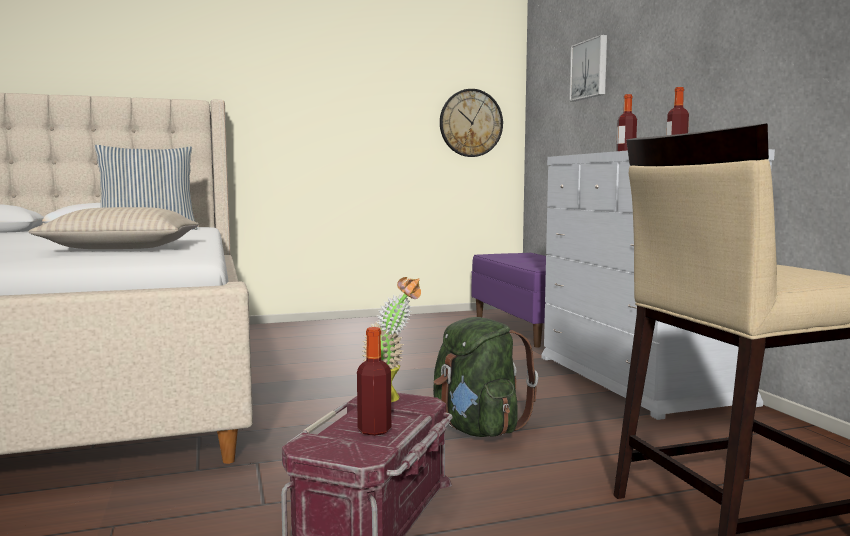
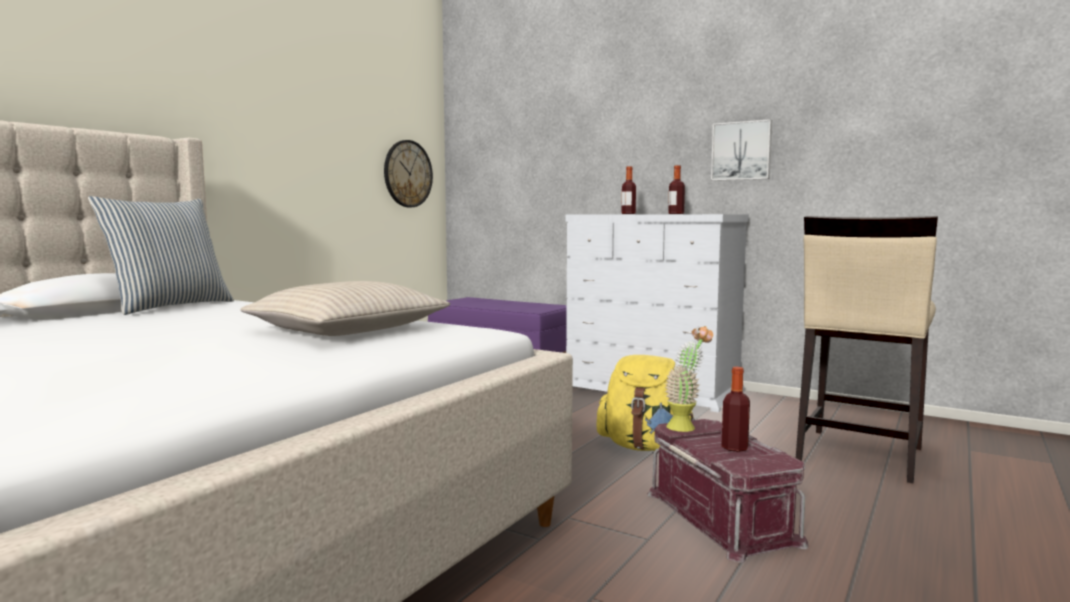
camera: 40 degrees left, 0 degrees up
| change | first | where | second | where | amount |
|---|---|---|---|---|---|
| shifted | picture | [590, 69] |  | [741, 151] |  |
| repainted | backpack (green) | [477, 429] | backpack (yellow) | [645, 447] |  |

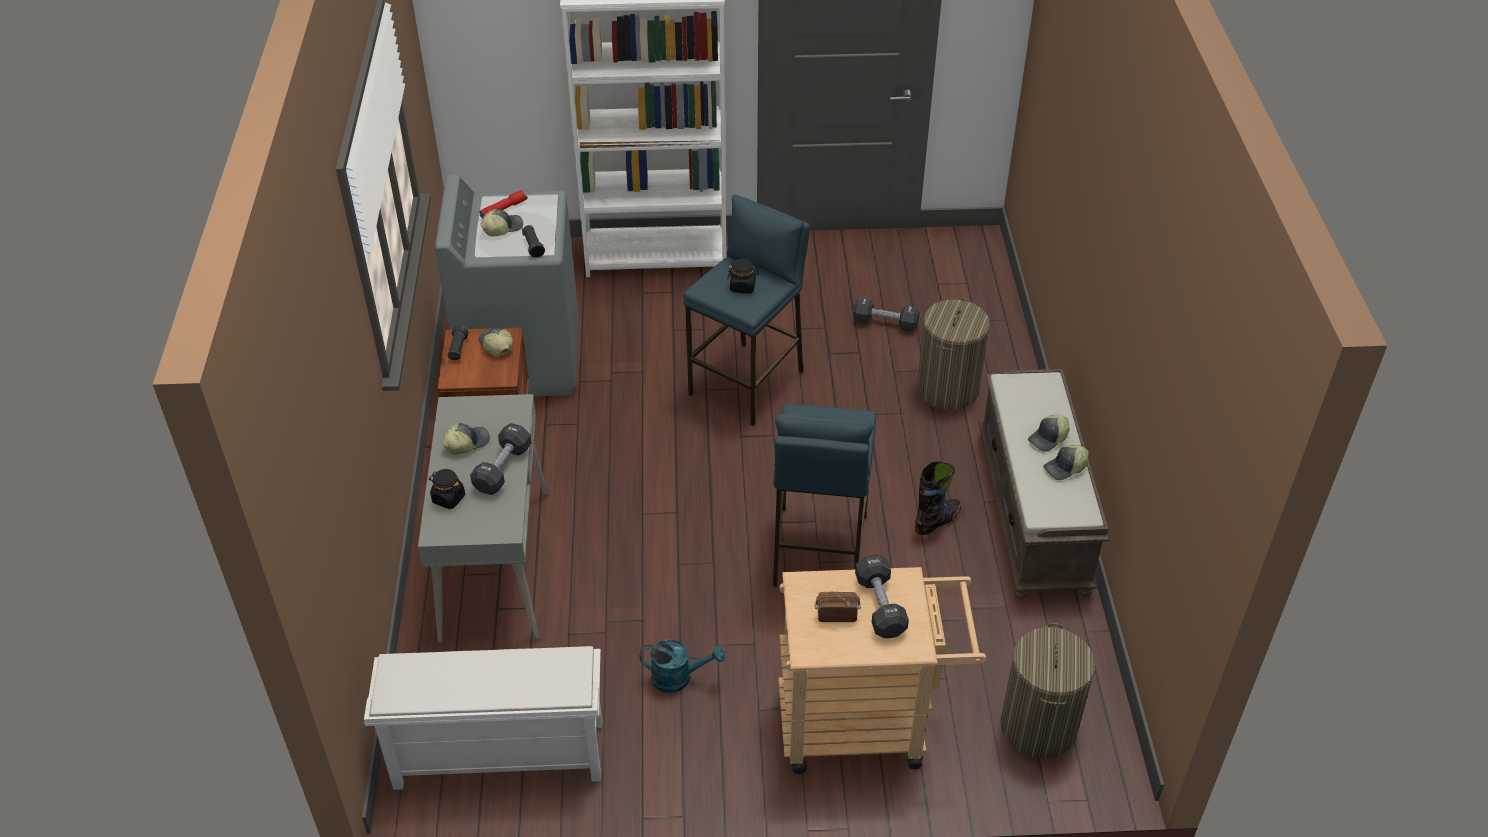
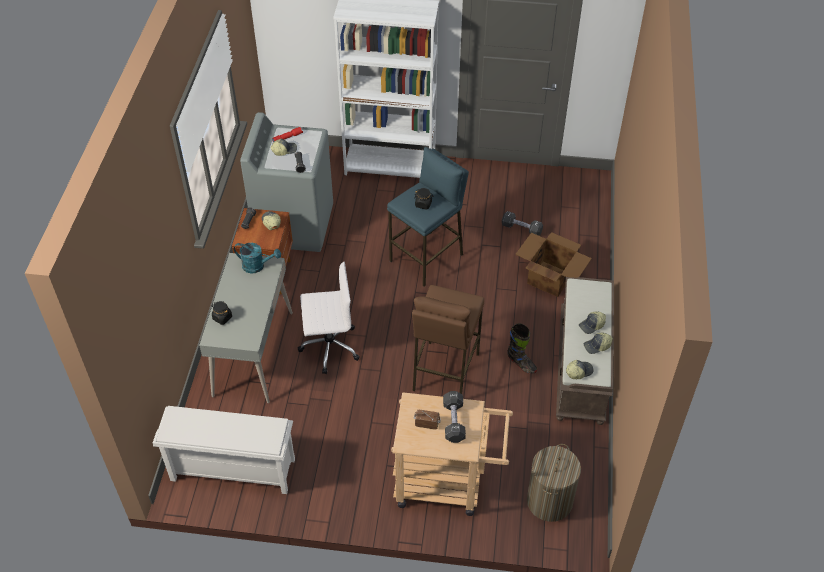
camera: 10 degrees right, 5 degrees up
| change | first | where | second | where | amount |
|---|---|---|---|---|---|
| swapped | laundry basket | [947, 389] | cardboard box | [549, 278] |  |
| repainted | stool (blue) | [818, 550] | stool (brown) | [444, 372] |  |
| shifted | cap | [466, 443] |  | [578, 371] |  |
| gone | dumbbell (black) | [502, 469] |  |  |  |
| rotated | boot (black) | [937, 521] |  | [521, 363] | 75 degrees clockwise |
| shifted | watering can (turquoise) | [678, 678] |  | [257, 266] |  |
| new |  |  | office chair (white) | [329, 346] |  |

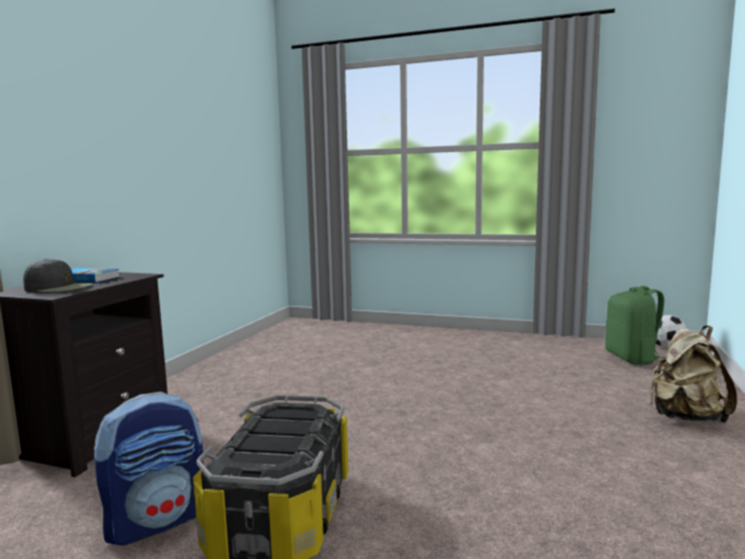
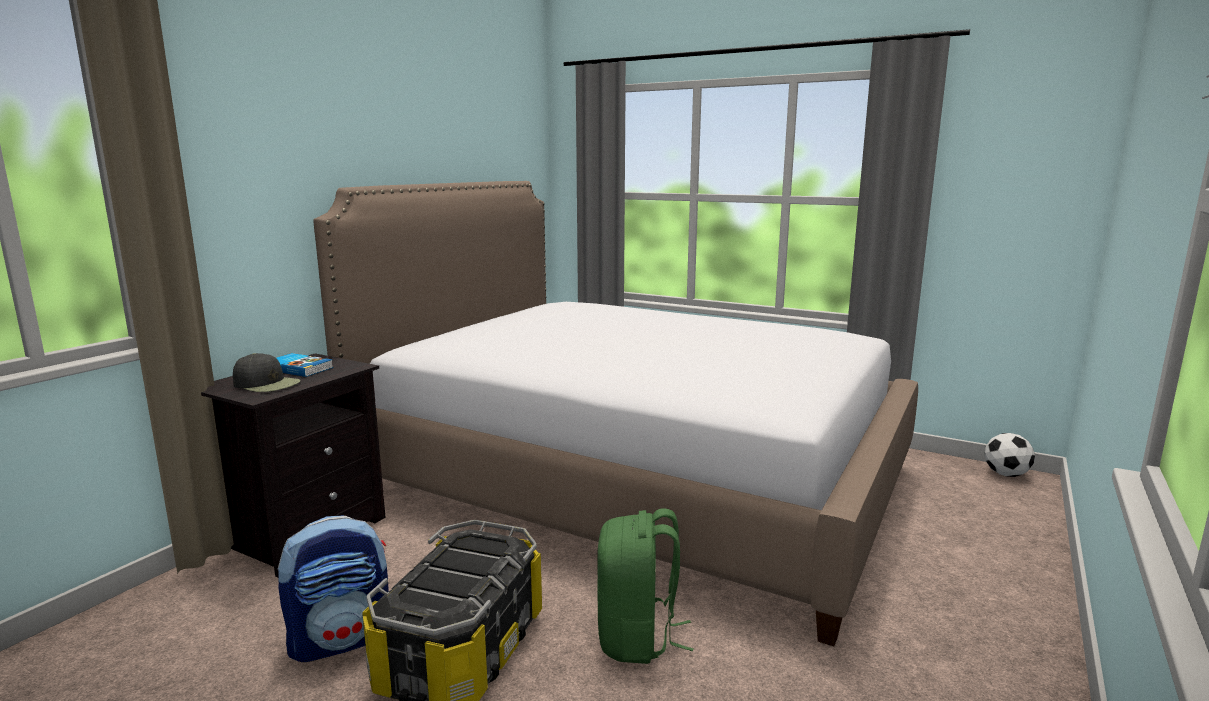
camera: 10 degrees right, 5 degrees up
| change | first | where | second | where | amount |
|---|---|---|---|---|---|
| shifted | backpack (green) | [632, 358] |  | [638, 638] |  |
| gone | backpack (beige) | [685, 417] |  |  |  |
| new |  |  | bed | [635, 479] |  |

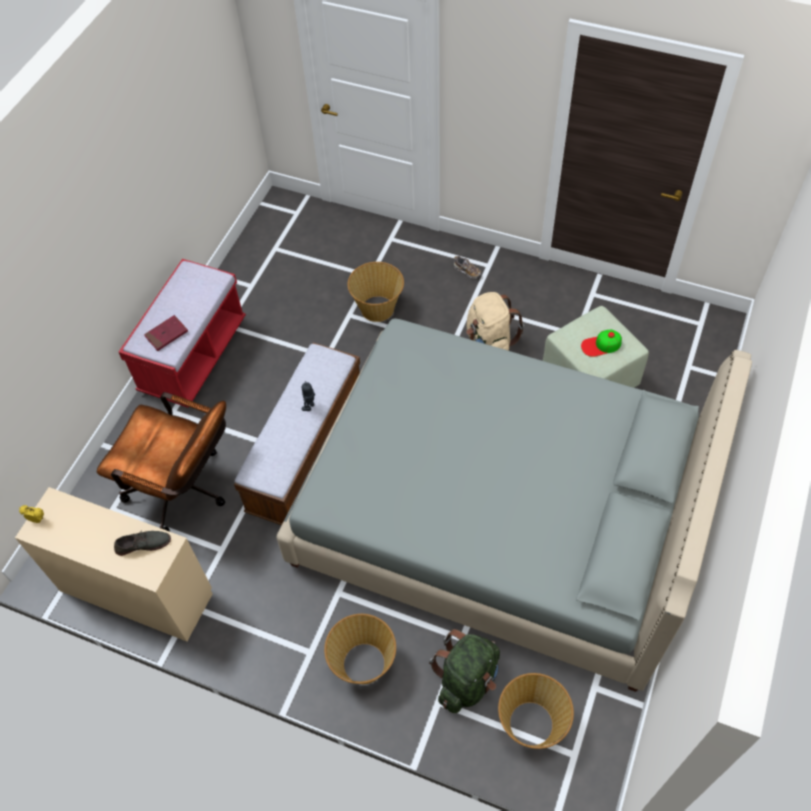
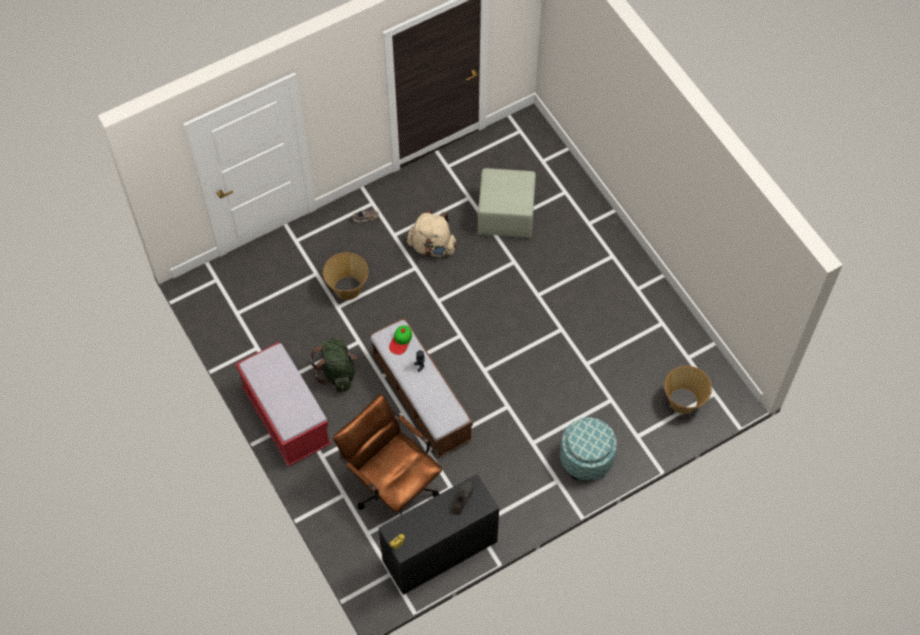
camera: 55 degrees left, 5 degrees up
| change | first | where | second | where | amount |
|---|---|---|---|---|---|
| gone | book (red) | [166, 334] |  |  |  |
| gone | bed (grey) | [499, 515] |  |  |  |
| shifted | cap | [601, 345] |  | [401, 341] |  |
| rotated | office chair (brown) | [185, 492] |  | [391, 484] | 105 degrees counterclockwise |
| repainted | desk (beige) | [136, 592] | desk (black) | [440, 551] |  |
| swapped | basket | [363, 664] | ottoman | [586, 458] |  |
| shifted | backpack (green) | [467, 680] |  | [337, 372] |  |

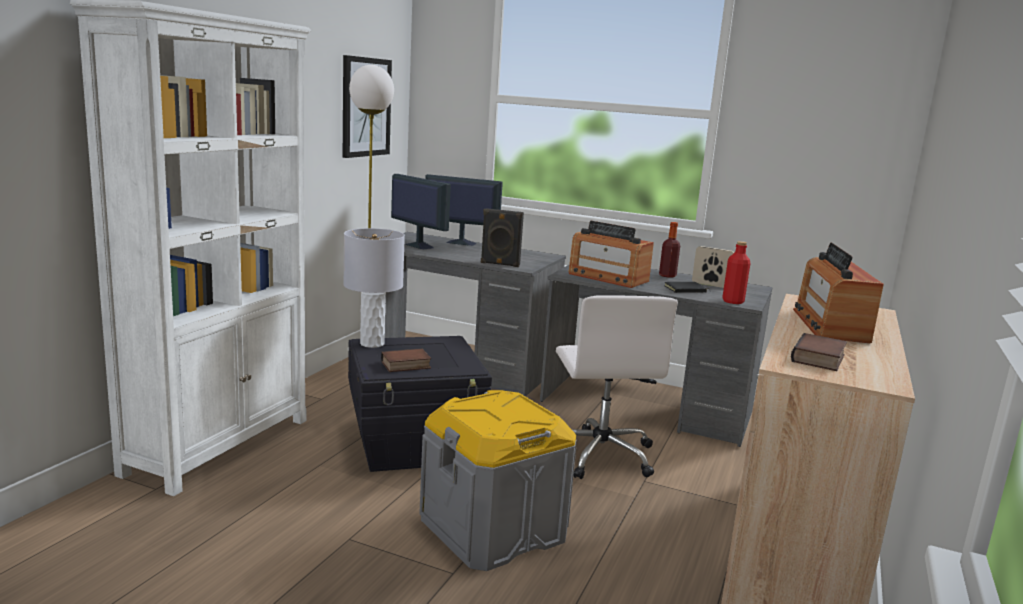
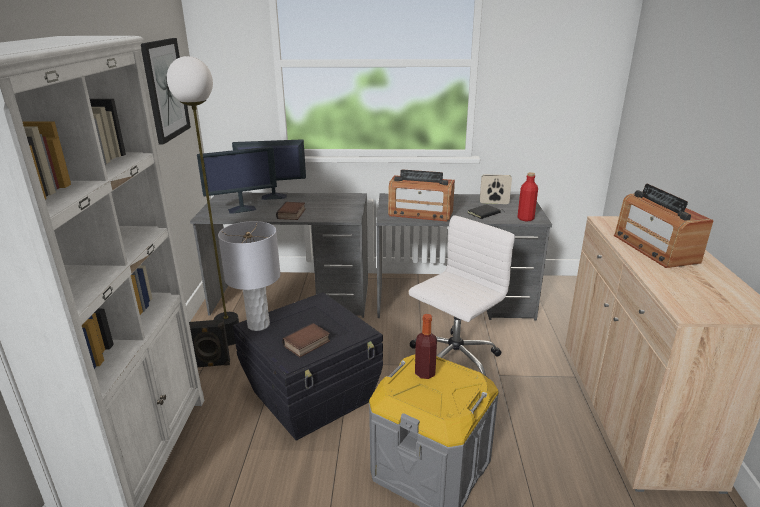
camera: 20 degrees left, 10 degrees up
| change | first | where | second | where | amount |
|---|---|---|---|---|---|
| rotated | monitor | [418, 245] |  | [242, 209] | 135 degrees clockwise |
| shifted | speaker (black) | [500, 264] |  | [211, 365] |  |
| shifted | bottle | [667, 276] |  | [425, 373] |  |
| rotated | office chair (white) | [600, 454] |  | [453, 359] | 105 degrees counterclockwise |
| shifted | book | [819, 359] |  | [292, 214] |  |

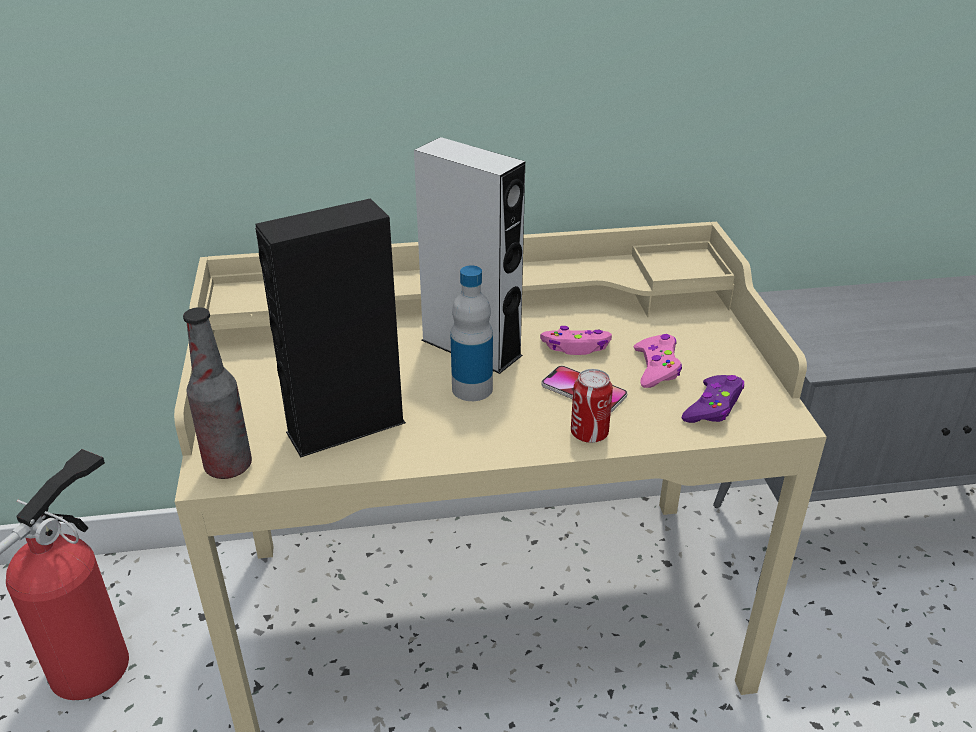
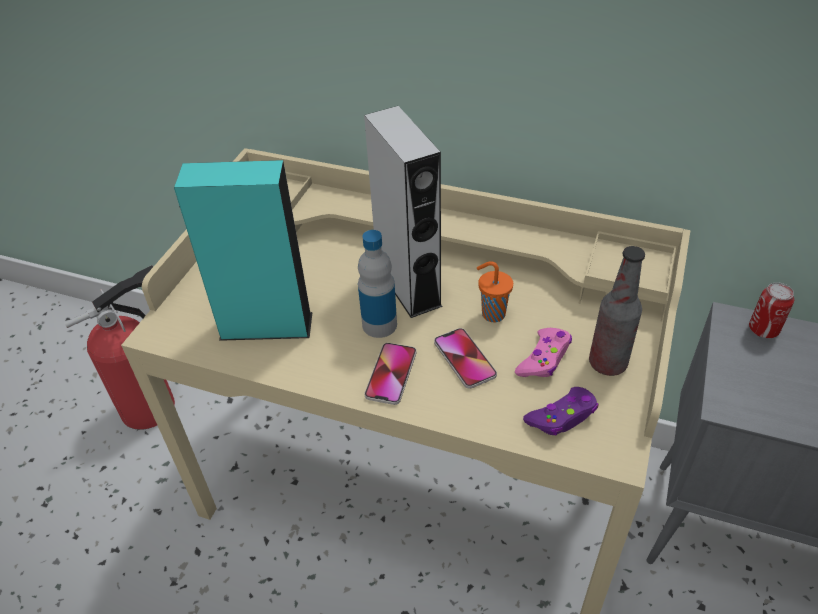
camera: 30 degrees right, 10 degrees up
| change | first | where | second | where | amount |
|---|---|---|---|---|---|
| repainted | speaker (black) | [346, 427] | speaker (turquoise) | [266, 326] |  |
| shifted | bottle | [228, 466] |  | [607, 363] |  |
| swapped | game controller (pink) | [576, 347] | cup (orange) | [492, 314] |  |
| shifted | can | [589, 433] |  | [763, 329] |  |
| new |  |  | phone | [391, 374] |  |

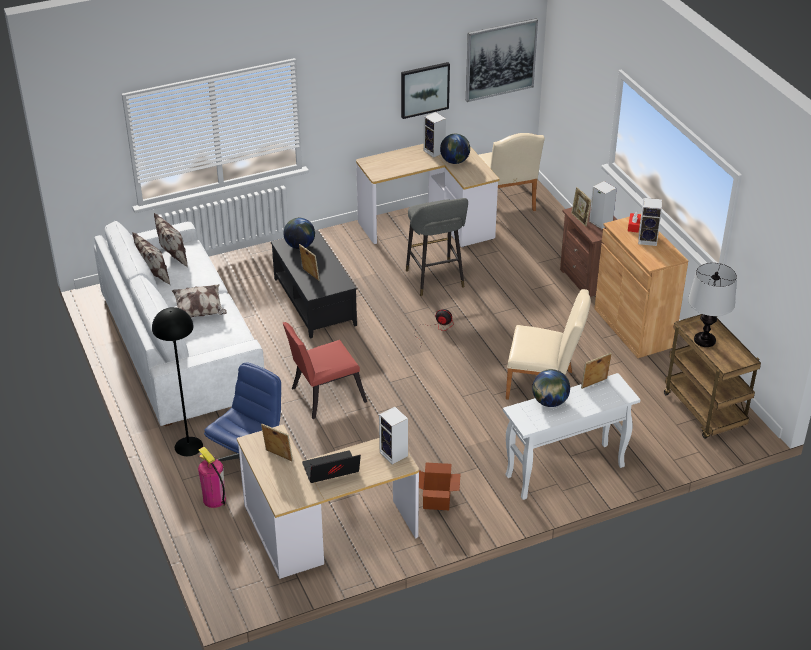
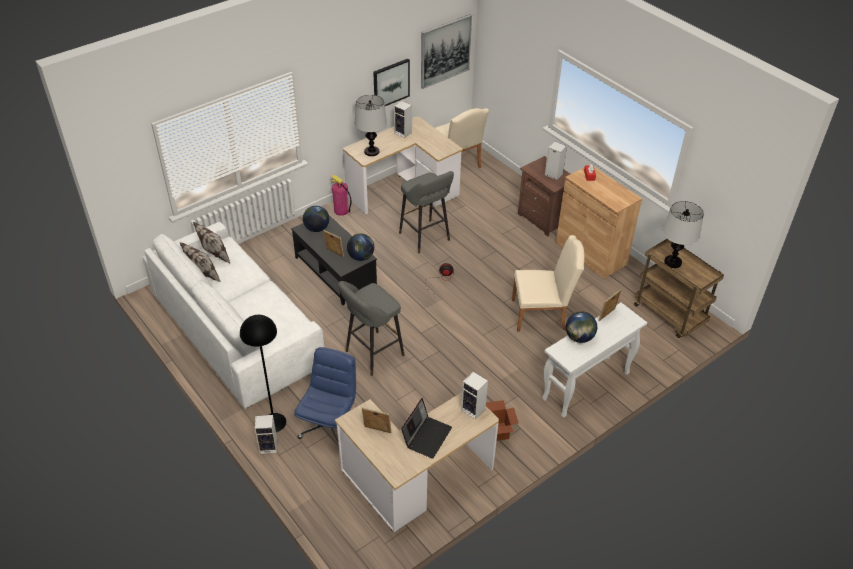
camera: 15 degrees left, 5 degrees up
| change | first | where | second | where | amount |
|---|---|---|---|---|---|
| shifted | globe | [455, 161] |  | [361, 257] |  |
| gone | picture frame | [580, 219] |  |  |  |
| shifted | speaker | [648, 240] |  | [269, 446] |  |
| gone | pillow | [200, 311] |  |  |  |
| swapped | chair (red) | [324, 396] | stool (grey) | [372, 355] |  |
| shifted | fire extinguisher | [214, 499] |  | [341, 210] |  |
| rotated | laptop | [330, 471] |  | [426, 436] | 150 degrees clockwise |
| new |  |  | table lamp | [372, 151] |  |

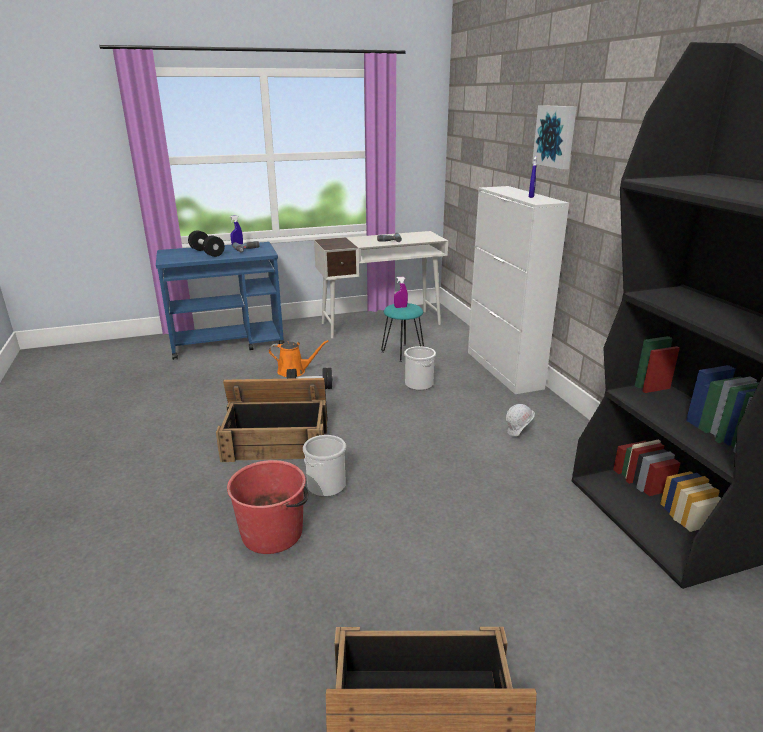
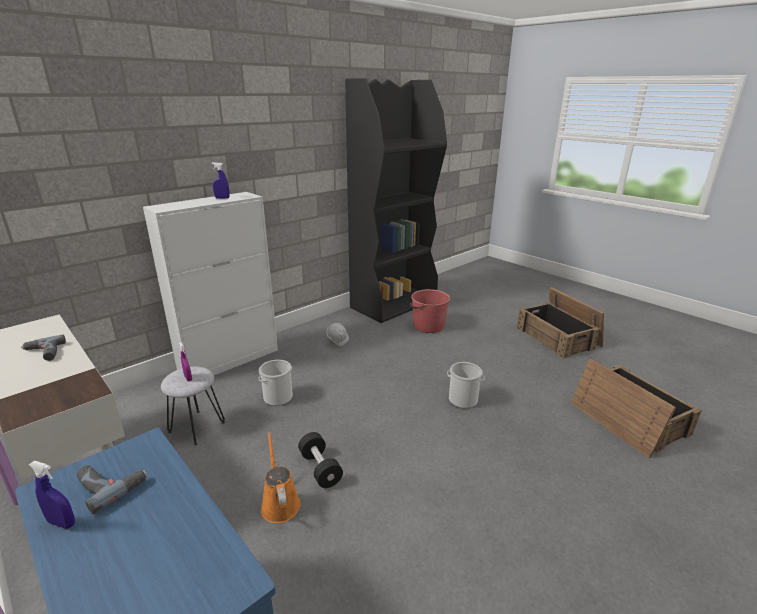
camera: 115 degrees left, 0 degrees up
| change | first | where | second | where | amount |
|---|---|---|---|---|---|
| gone | picture | [556, 136] |  |  |  |
| gone | dumbbell (black) | [207, 253] |  |  |  |
| repainted | stool (turquoise) | [402, 353] | stool (grey) | [197, 427] |  |
| shifted | crate | [277, 439] |  | [627, 419] |  |
| shifted | bucket (red) | [273, 533] |  | [428, 326] |  |

